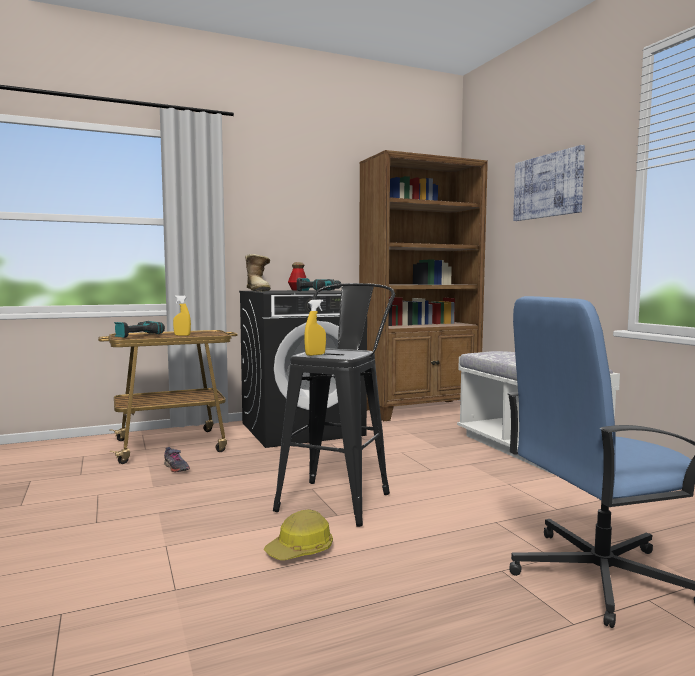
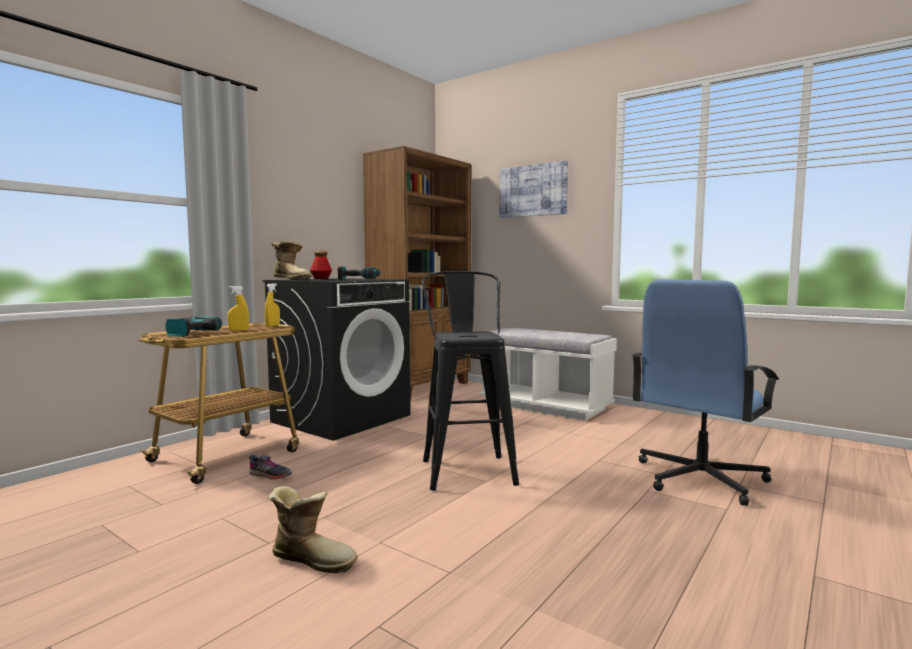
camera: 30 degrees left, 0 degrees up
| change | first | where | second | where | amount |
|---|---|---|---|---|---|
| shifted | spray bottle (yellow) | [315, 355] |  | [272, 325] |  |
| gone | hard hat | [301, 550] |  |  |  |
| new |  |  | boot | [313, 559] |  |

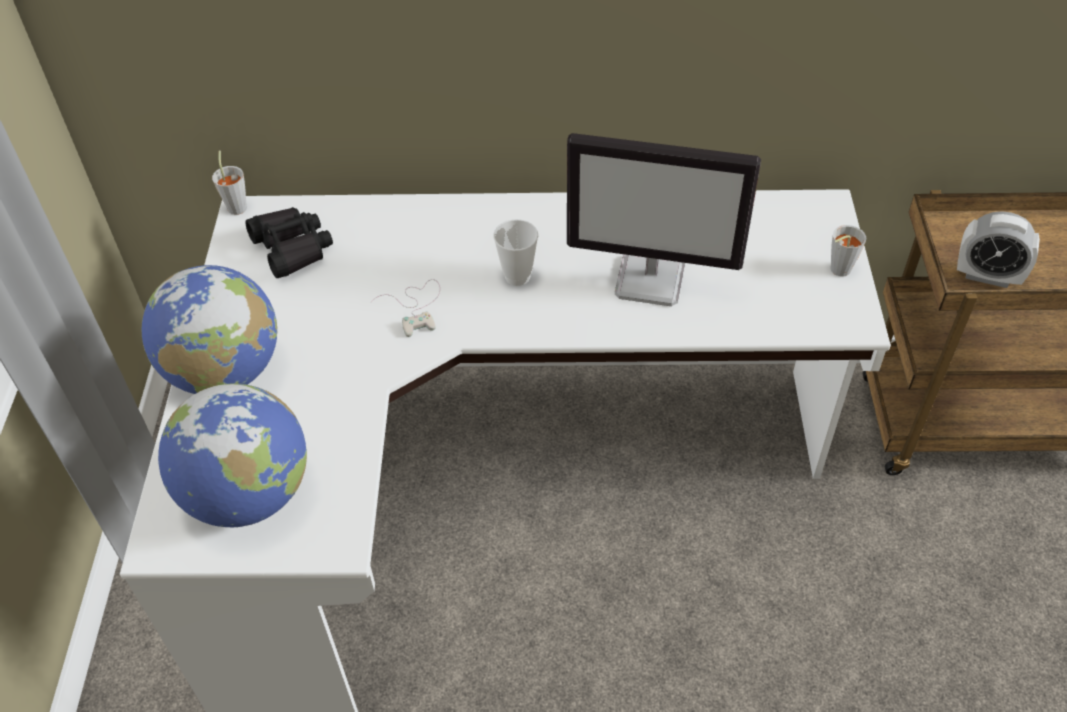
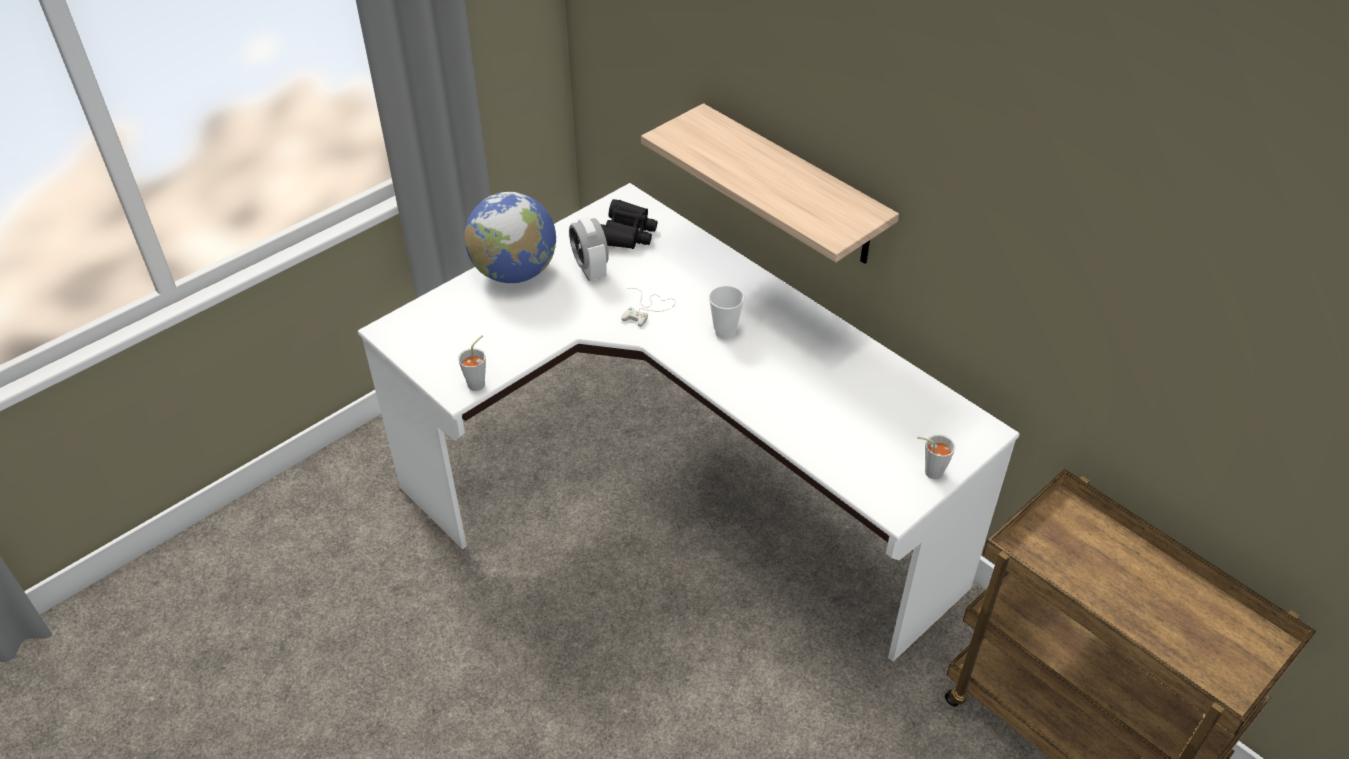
camera: 45 degrees right, 5 degrees down
| change | first | where | second | where | amount |
|---|---|---|---|---|---|
| gone | monitor | [651, 280] |  |  |  |
| shifted | cup (grey) | [237, 205] |  | [479, 382] |  |
| shifted | alarm clock | [987, 276] |  | [590, 269] |  |
| gone | globe | [249, 494] |  |  |  |
| new |  |  | shelf | [793, 186] |  |

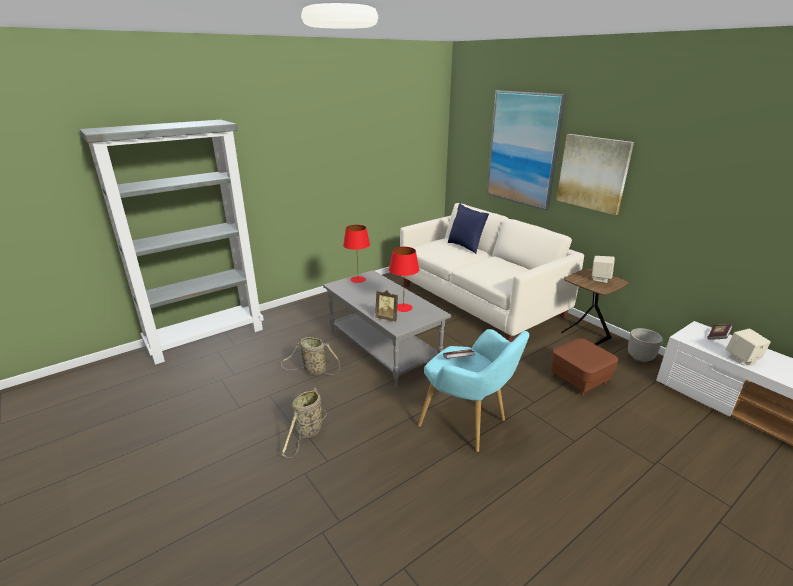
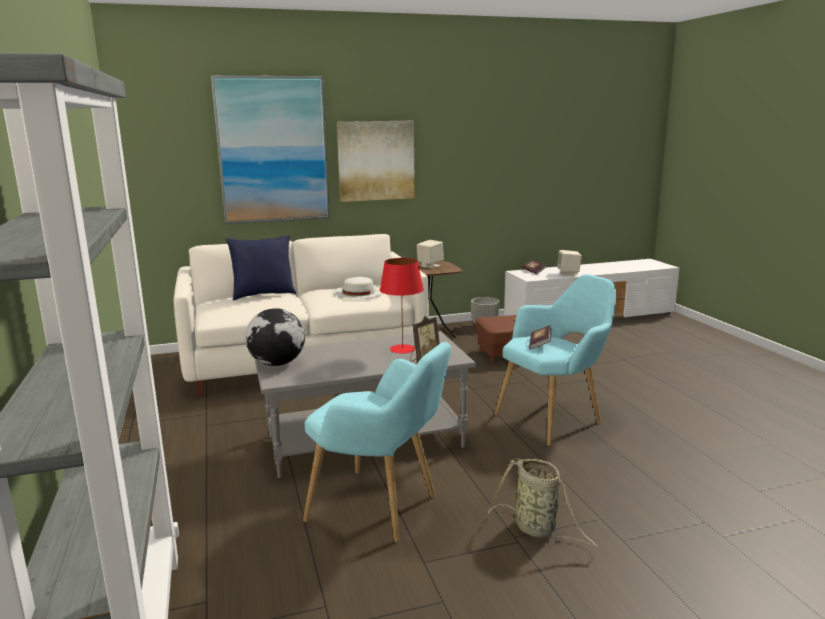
camera: 70 degrees left, 10 degrees down
| change | first | where | second | where | amount |
|---|---|---|---|---|---|
| swapped | table lamp (red) | [358, 279] | globe | [277, 363] |  |
| swapped | basket | [313, 371] | armchair (turquoise) | [381, 509] |  |
| new |  |  | hat (white) | [358, 292] |  |

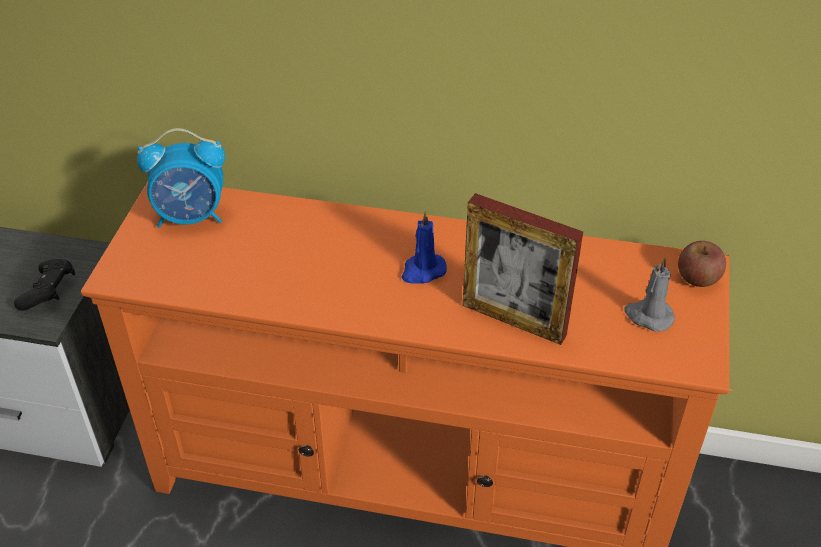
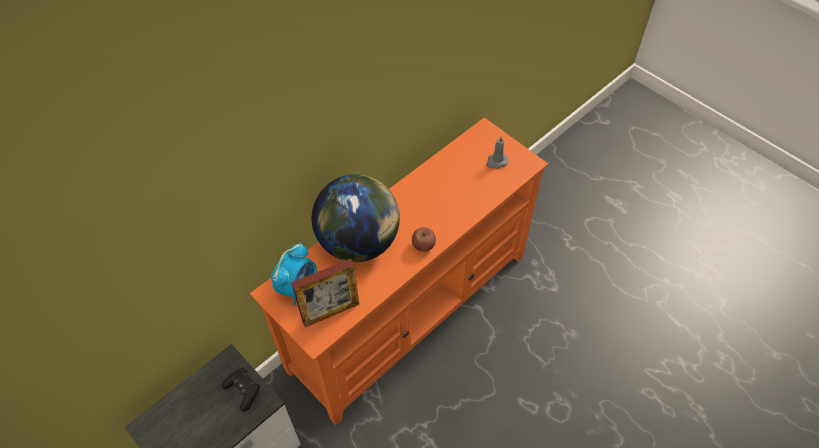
camera: 55 degrees left, 10 degrees up
| change | first | where | second | where | amount |
|---|---|---|---|---|---|
| shifted | picture frame | [513, 320] |  | [331, 312] |  |
| gone | candle (blue) | [422, 271] |  |  |  |
| shifted | apple | [697, 278] |  | [423, 245] |  |
| new |  |  | globe | [359, 242] |  |

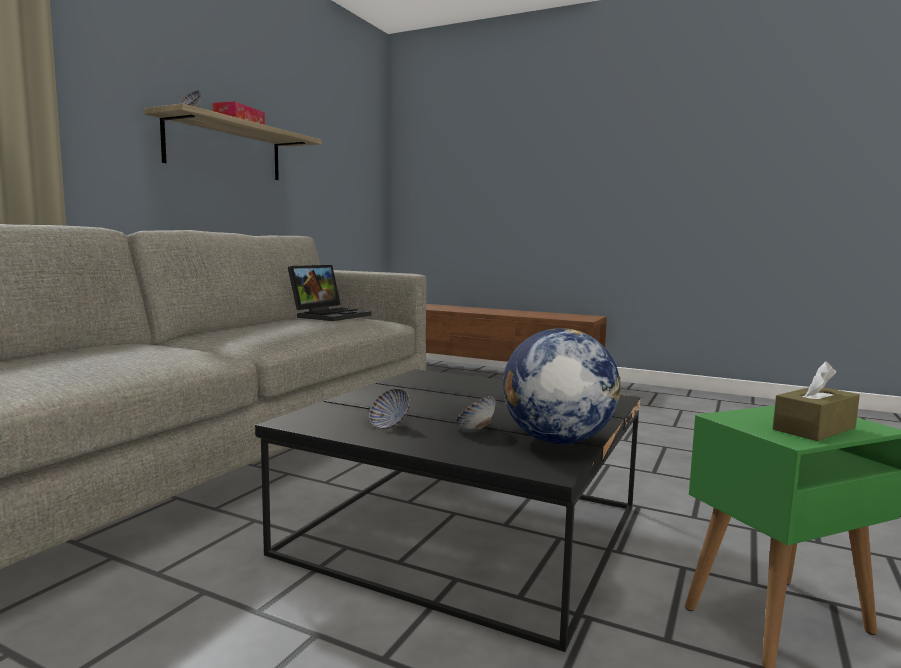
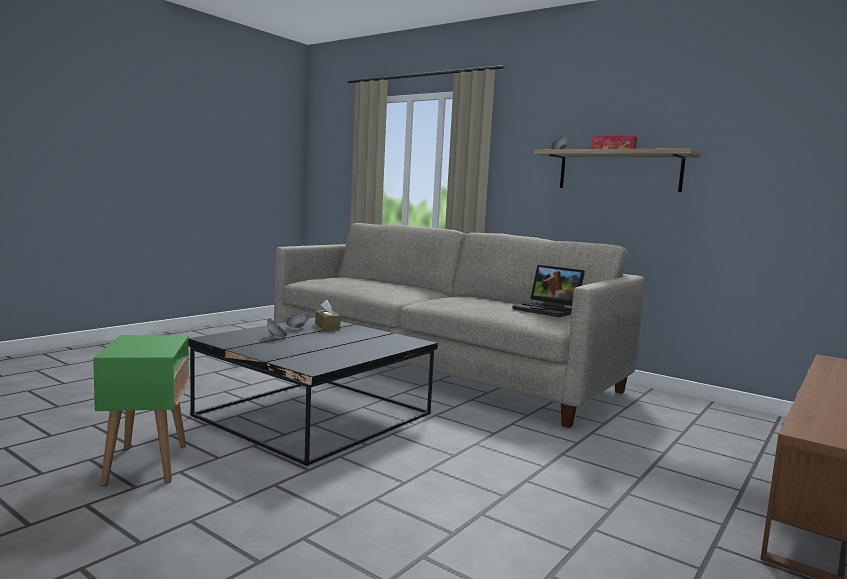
camera: 100 degrees right, 0 degrees up
| change | first | where | second | where | amount |
|---|---|---|---|---|---|
| gone | globe | [556, 441] |  |  |  |
| shifted | tissue box (brown) | [814, 429] |  | [327, 326] |  |

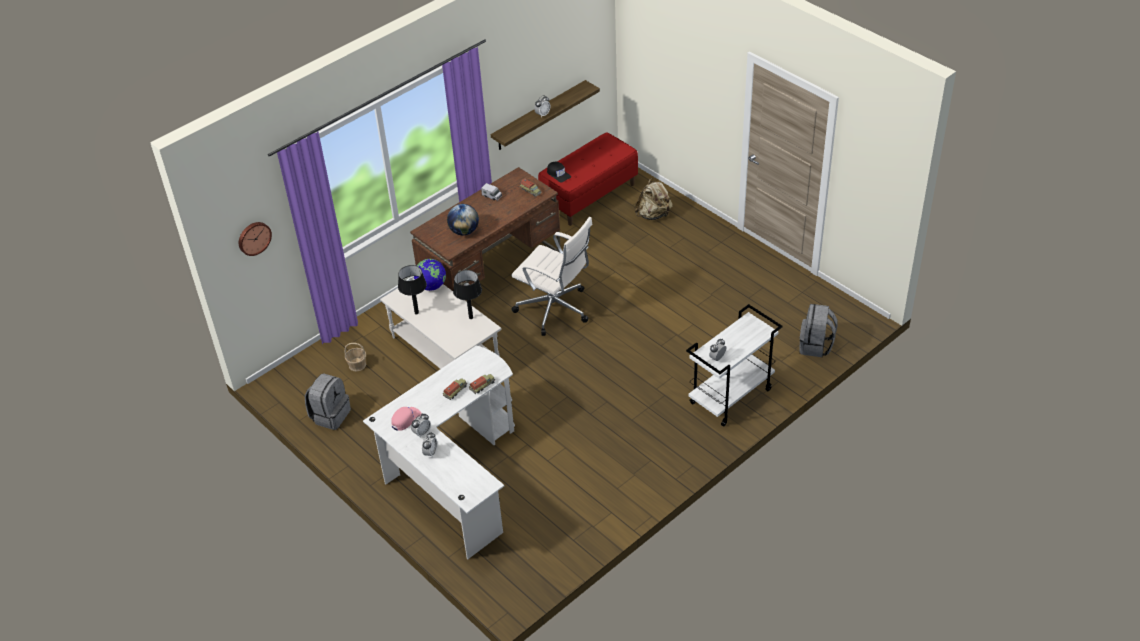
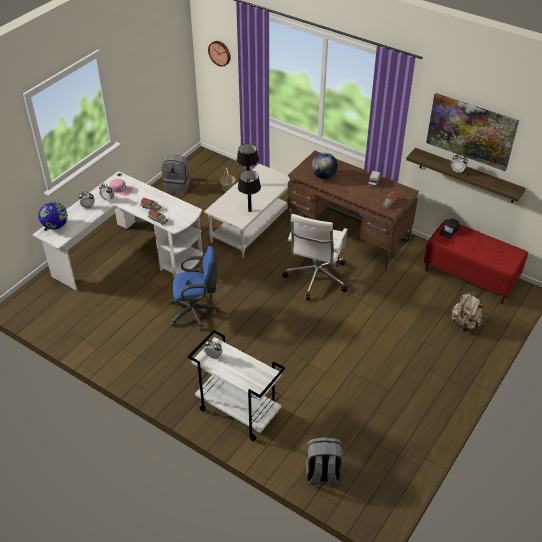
camera: 75 degrees right, 0 degrees up
| change | first | where | second | where | amount |
|---|---|---|---|---|---|
| shifted | globe | [431, 286] |  | [56, 226] |  |
| new |  |  | picture | [471, 131] |  |
| new |  |  | office chair (blue) | [196, 313] |  |

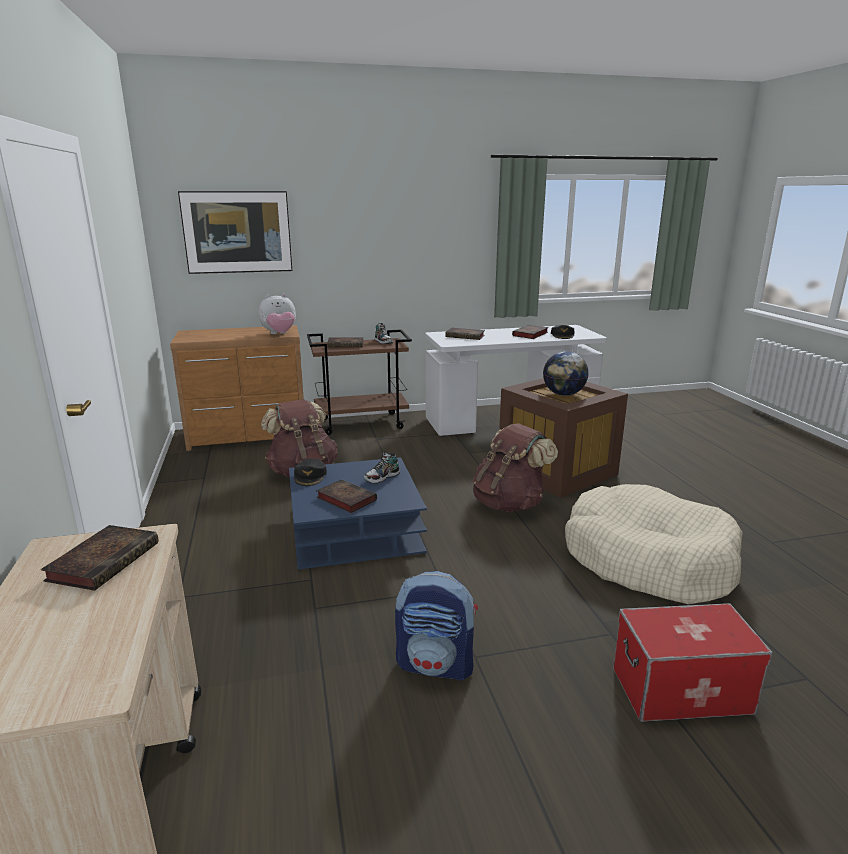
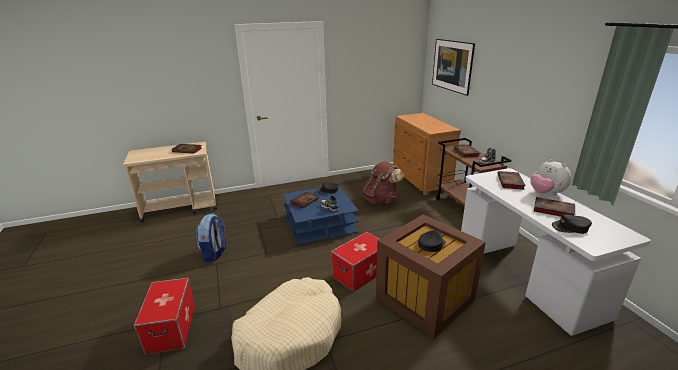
camera: 85 degrees right, 5 degrees up
| change | first | where | second | where | amount |
|---|---|---|---|---|---|
| shifted | plush toy | [279, 334] |  | [546, 193] |  |
| swapped | globe | [563, 394] | cap (black) | [431, 244] |  |
| swapped | backpack (brown) | [509, 503] | storage box | [360, 273] |  |

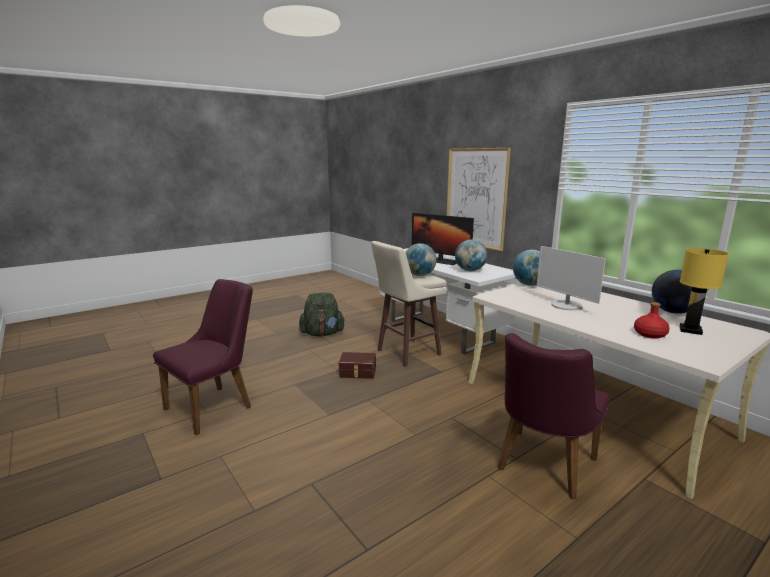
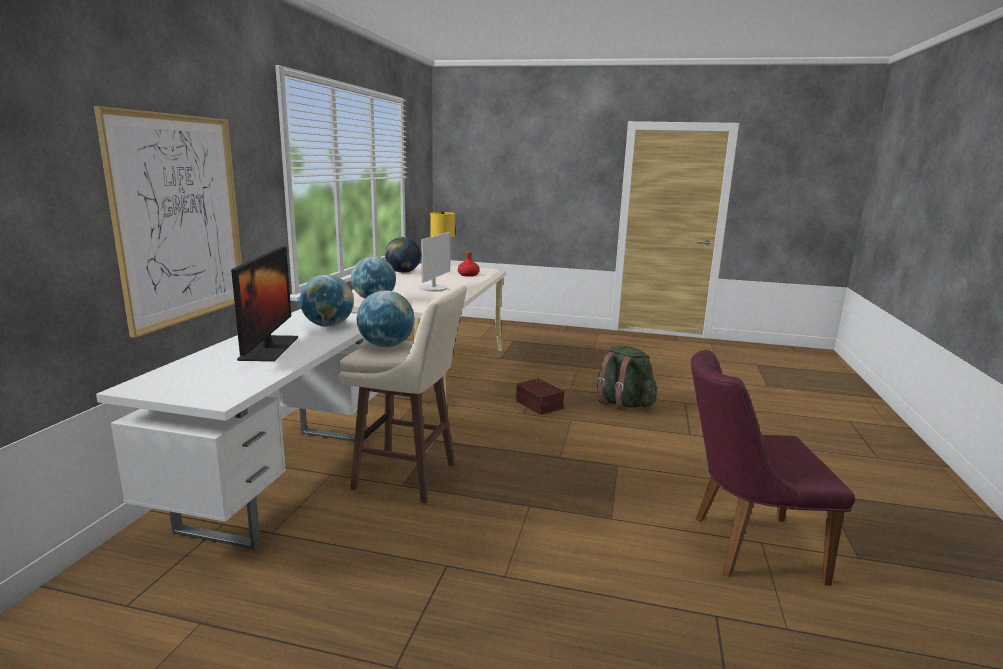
camera: 130 degrees left, 0 degrees up
| change | first | where | second | where | amount |
|---|---|---|---|---|---|
| shifted | backpack (green) | [322, 334] |  | [623, 404] |  |
| gone | chair (purple) | [542, 468] |  |  |  |
| shifted | storage box (brown) | [357, 372] |  | [540, 404] |  |

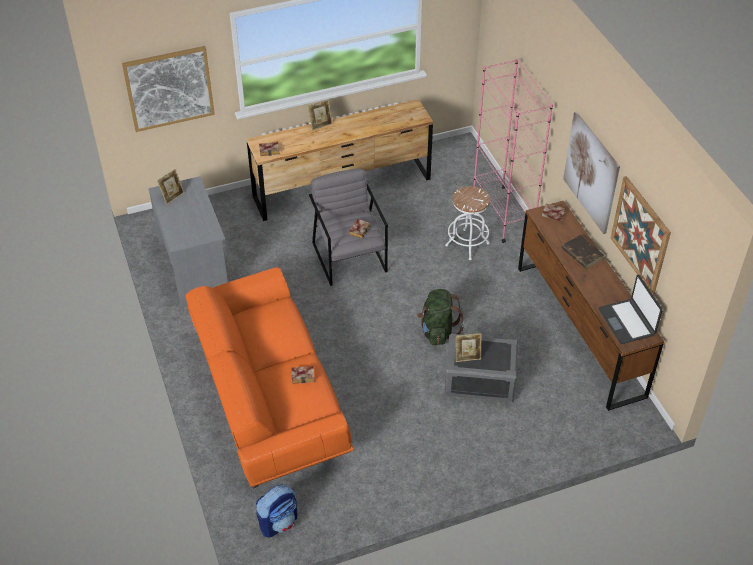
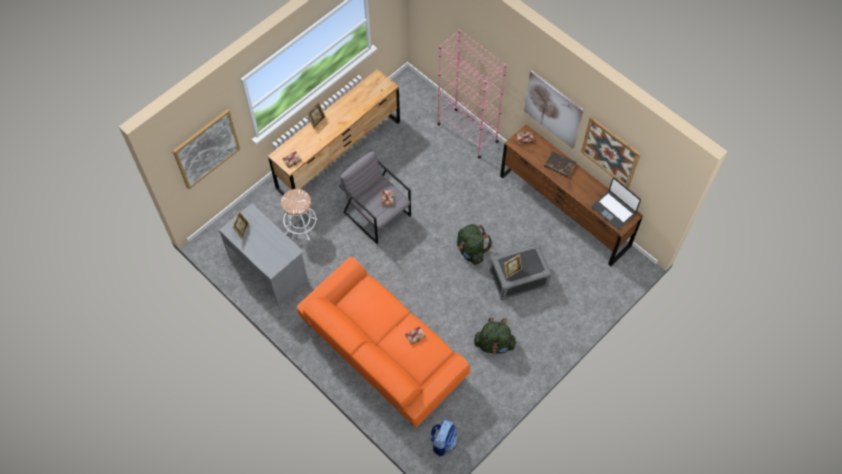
camera: 25 degrees left, 15 degrees up
| change | first | where | second | where | amount |
|---|---|---|---|---|---|
| shifted | stool (white) | [467, 244] |  | [301, 226] |  |
| new |  |  | backpack (green) | [494, 344] |  |

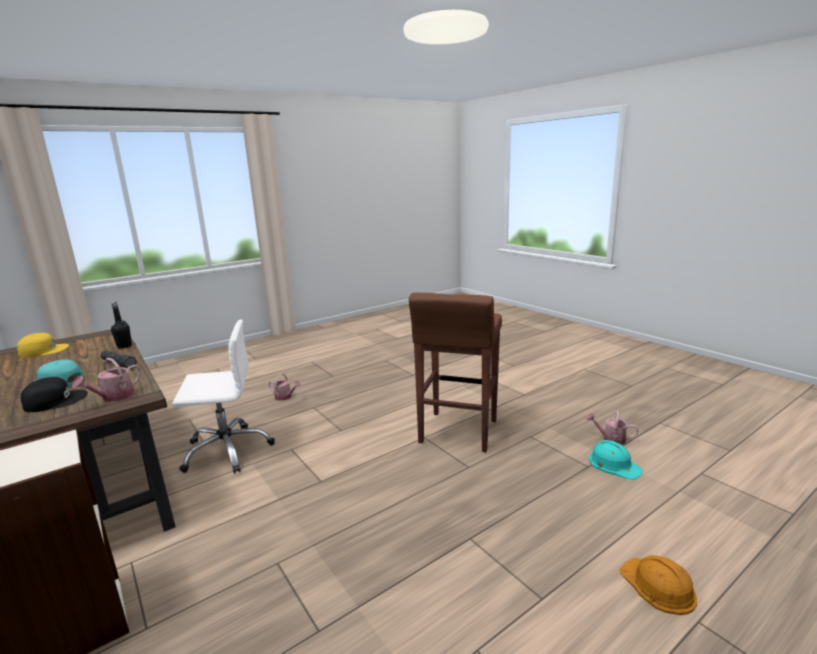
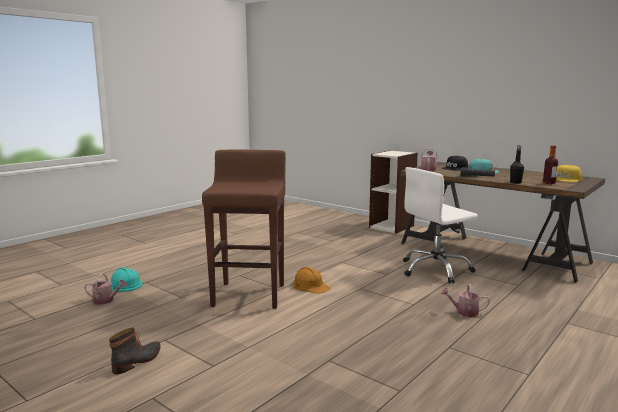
camera: 165 degrees right, 5 degrees down
| change | first | where | second | where | amount |
|---|---|---|---|---|---|
| shifted | hard hat (orange) | [658, 586] |  | [310, 285] |  |
| new |  |  | bottle | [549, 183] |  |
| new |  |  | boot | [138, 361] |  |

